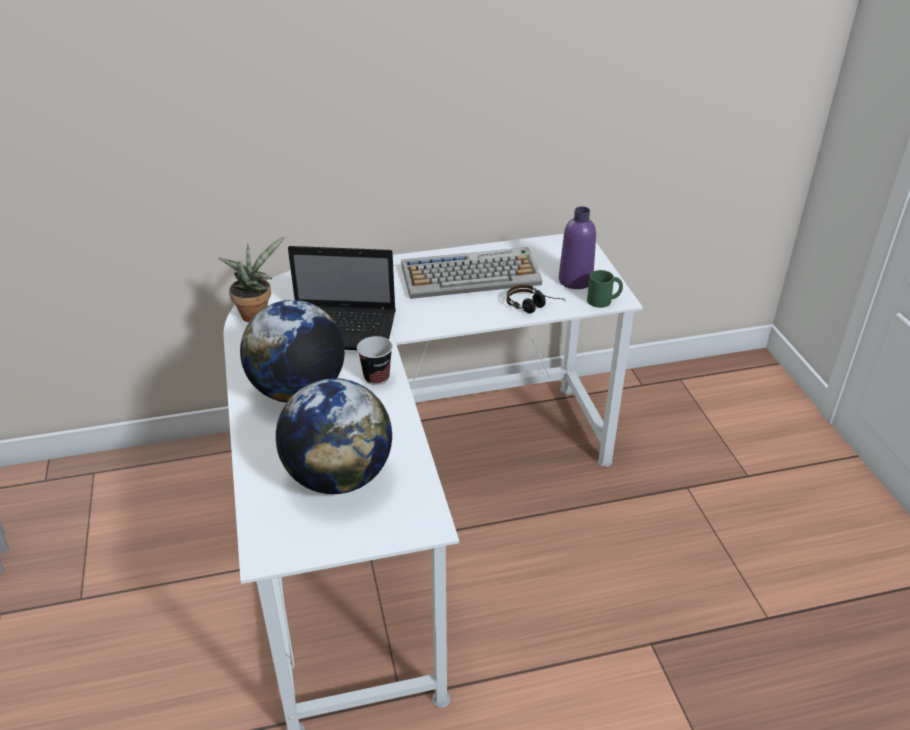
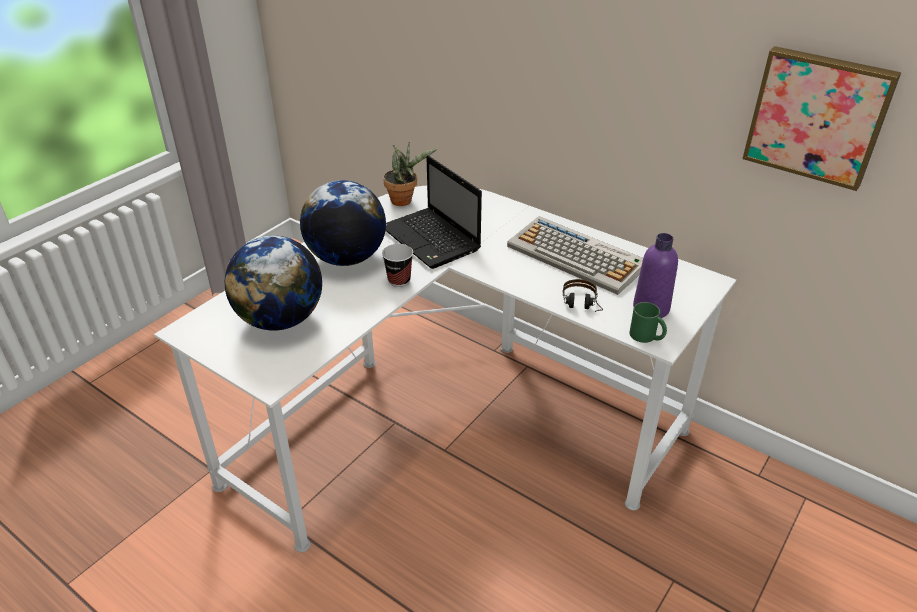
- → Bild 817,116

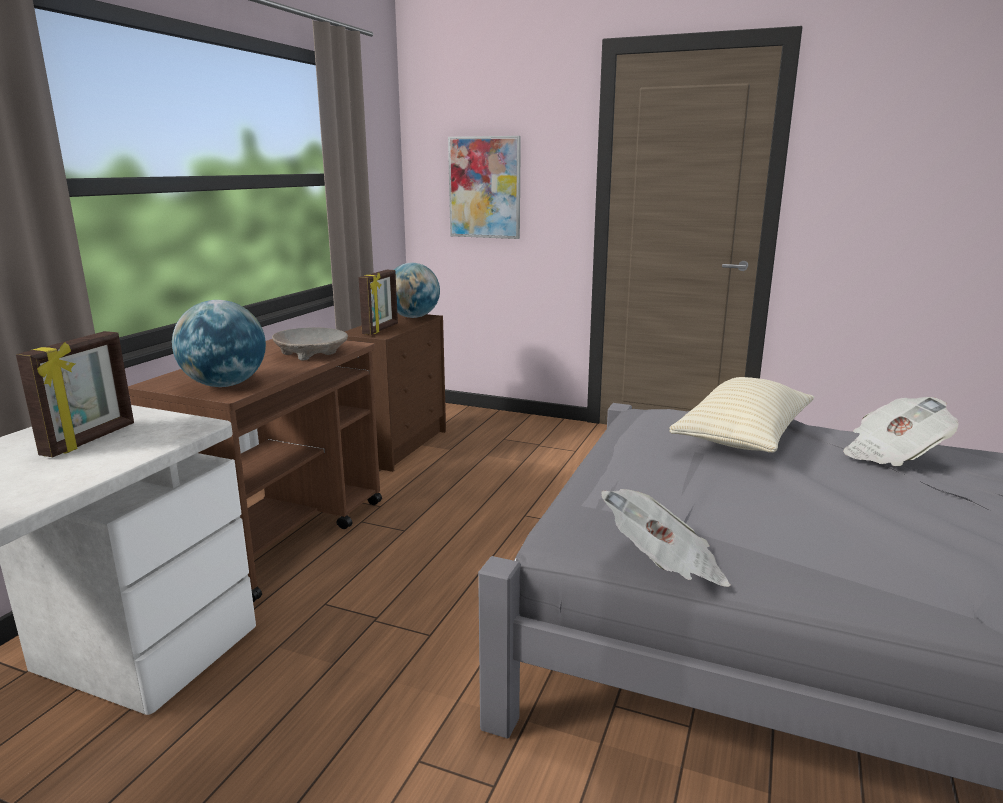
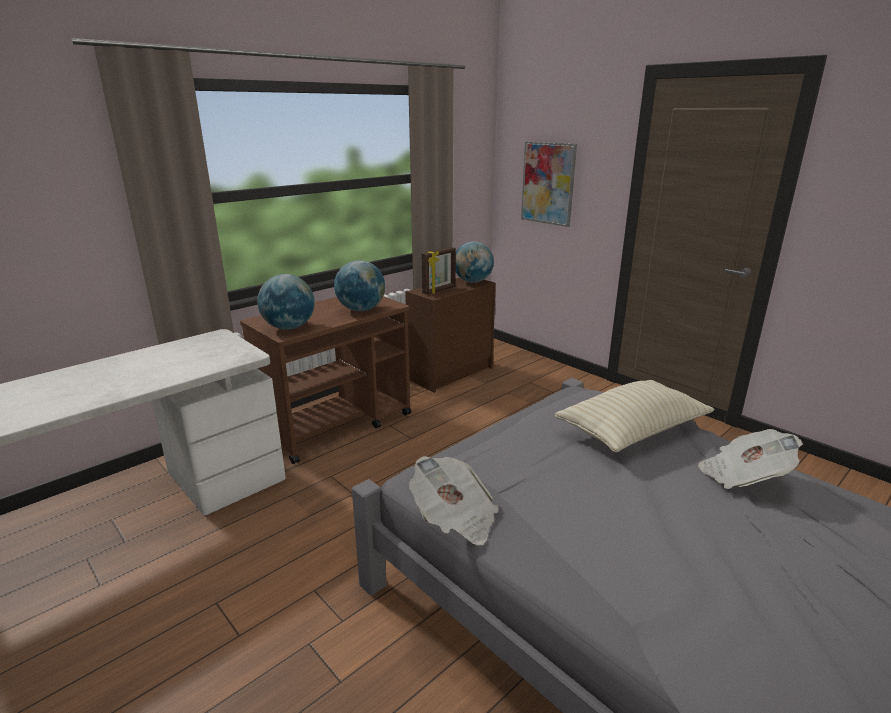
Bilderrahmen 90,440 → -
Schüssel (beige) 312,354 → Globus 361,310

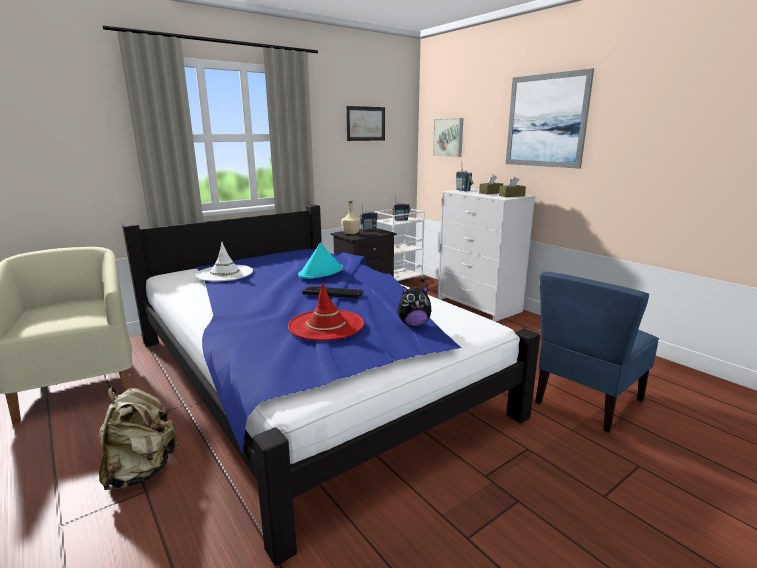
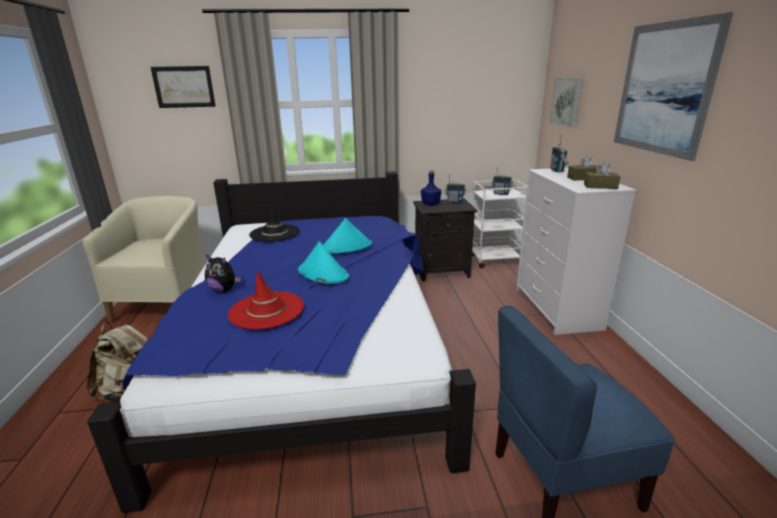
Bild 366,123 → Bild 184,87, moved
Plüschtier 413,324 → Plüschtier 224,289, moved
Tastatur 333,292 → Hut (türkis) 323,273
Hut (weiß) 225,273 → Hut (schwarz) 275,233
Flasche (beige) 351,233 → Flasche (blau) 431,204

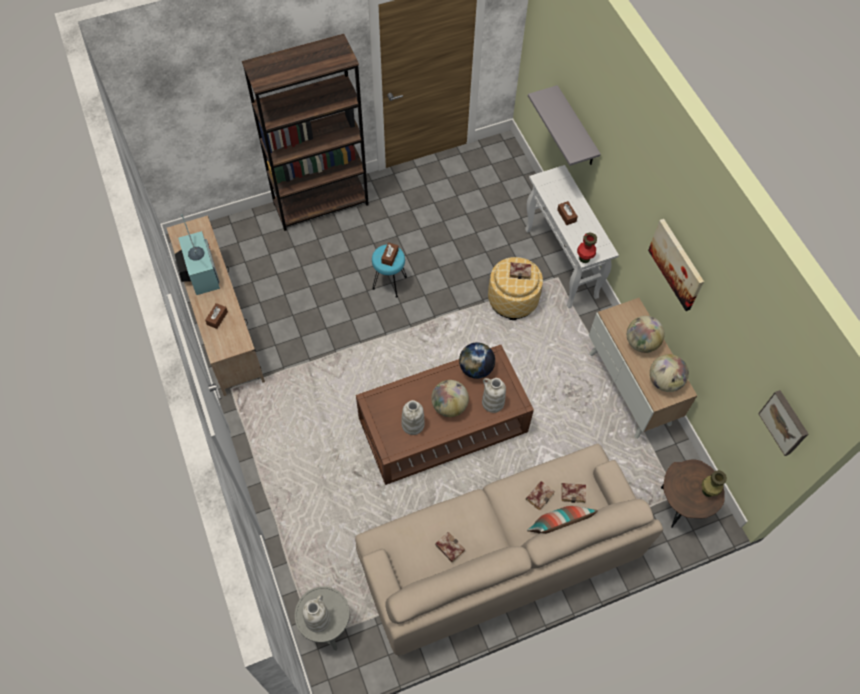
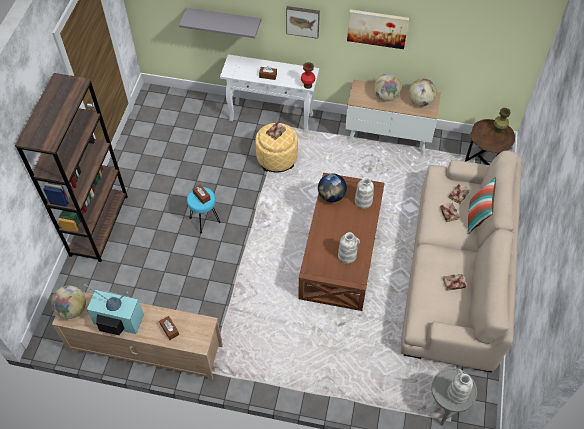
Globus 449,406 → Globus 72,309, moved
Bild 785,422 → Bild 303,21, moved

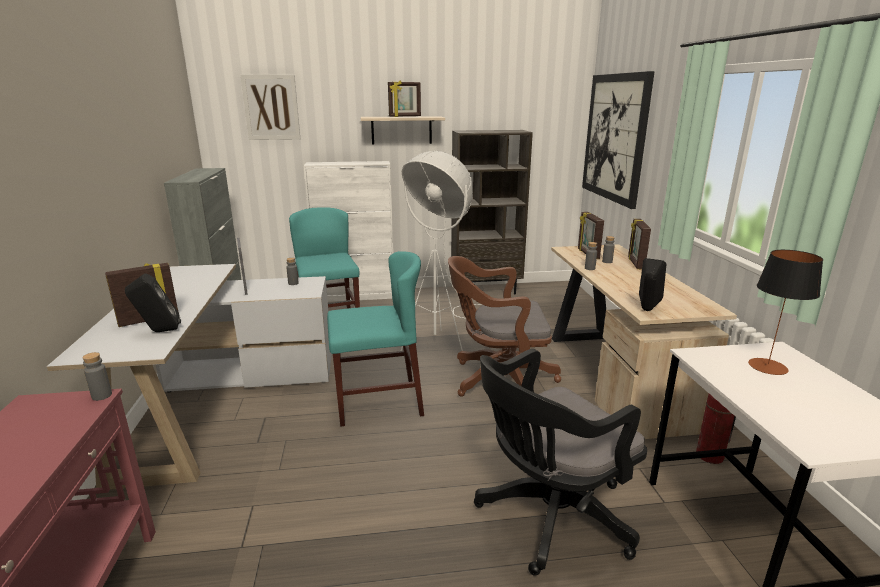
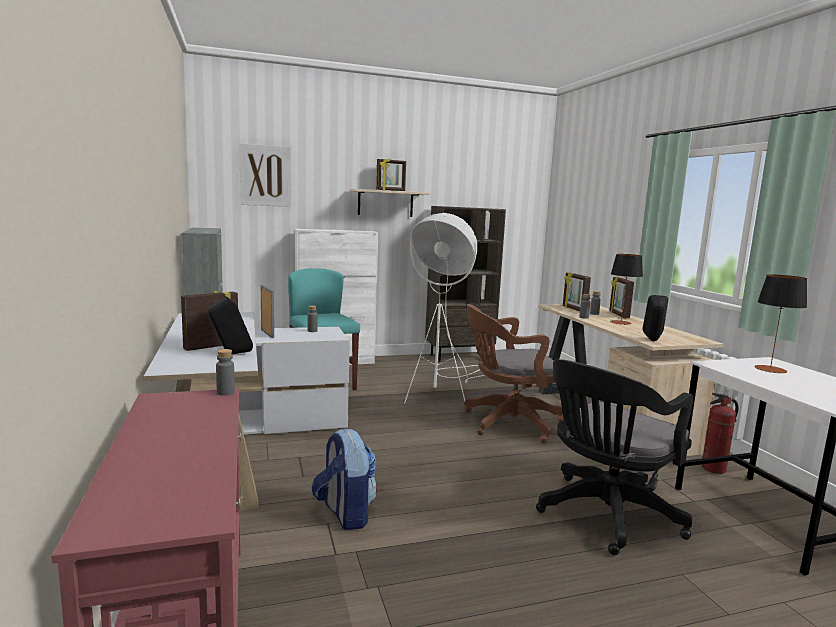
Stuhl (türkis) 378,402 → -
Bild 615,137 → -
- → Rucksack 344,514
- → Tischlampe 621,322

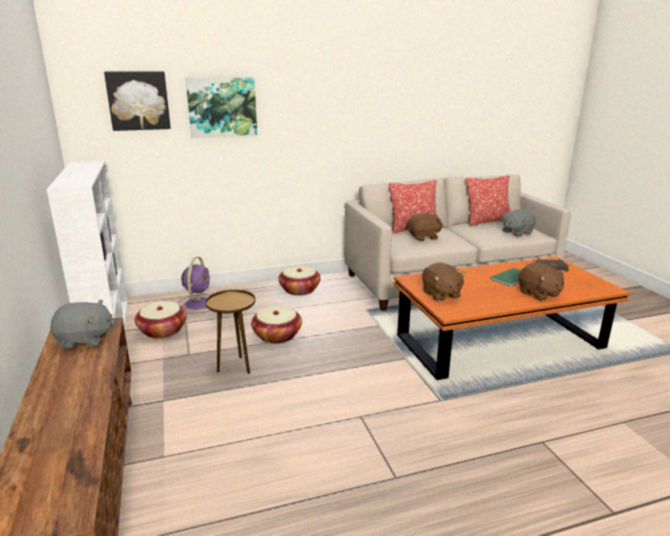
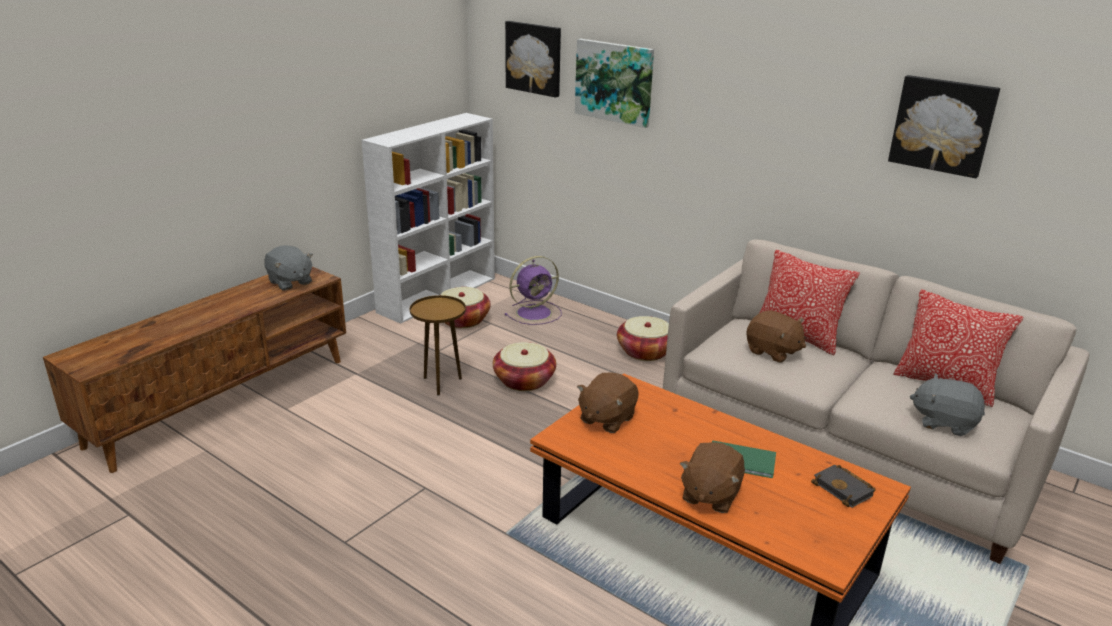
- → Bild 943,125

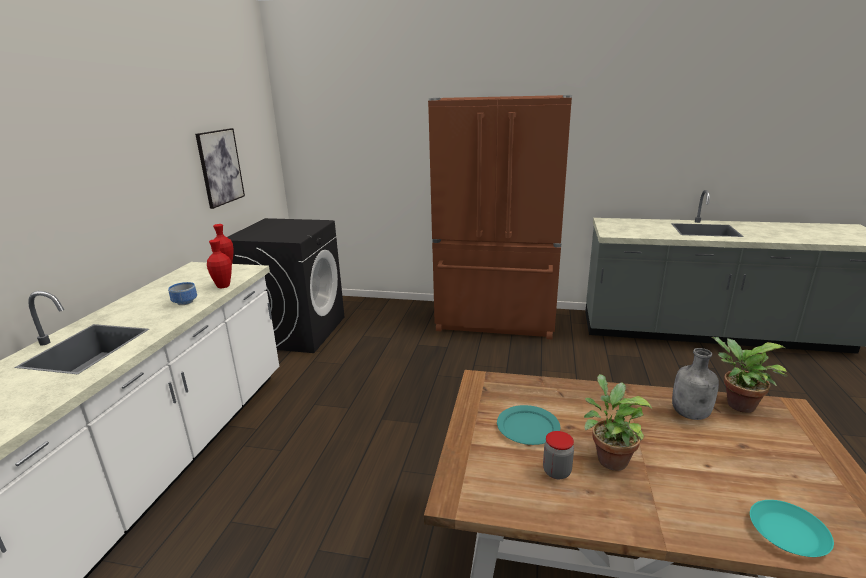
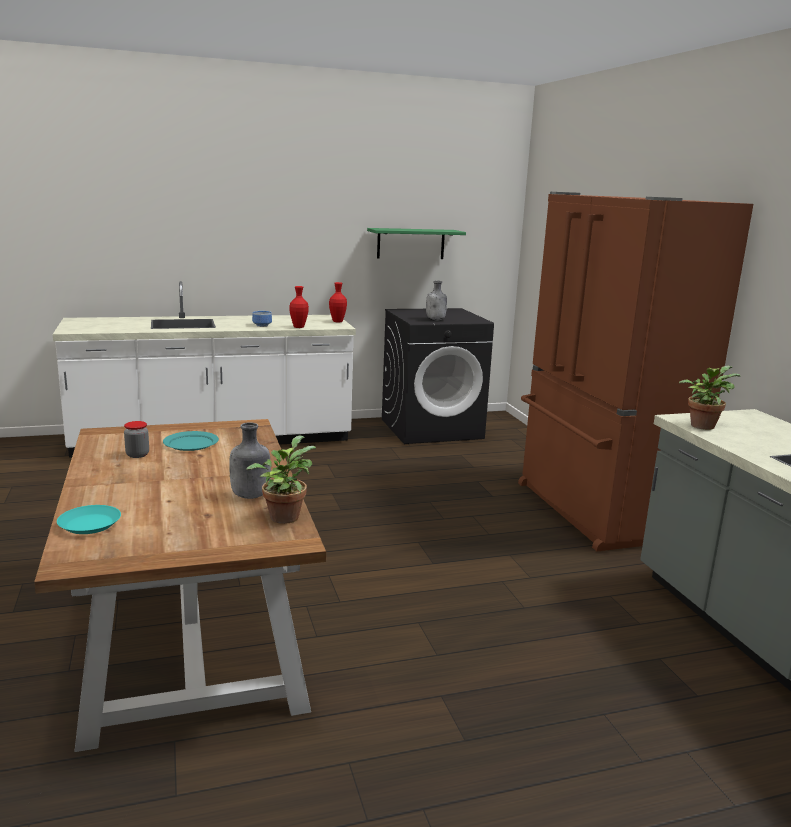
- → Flasche (grau) 436,320
Topfpflanze 609,458 → Topfpflanze 703,425, moved
Bild 220,167 → Wandregal (grün) 411,243

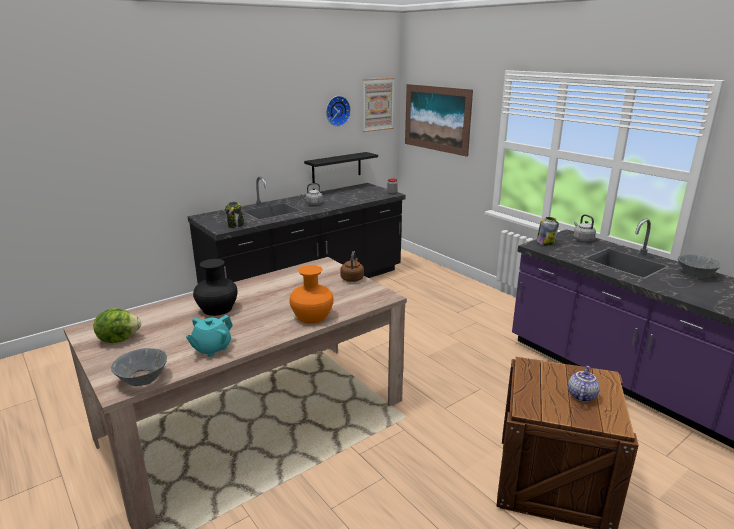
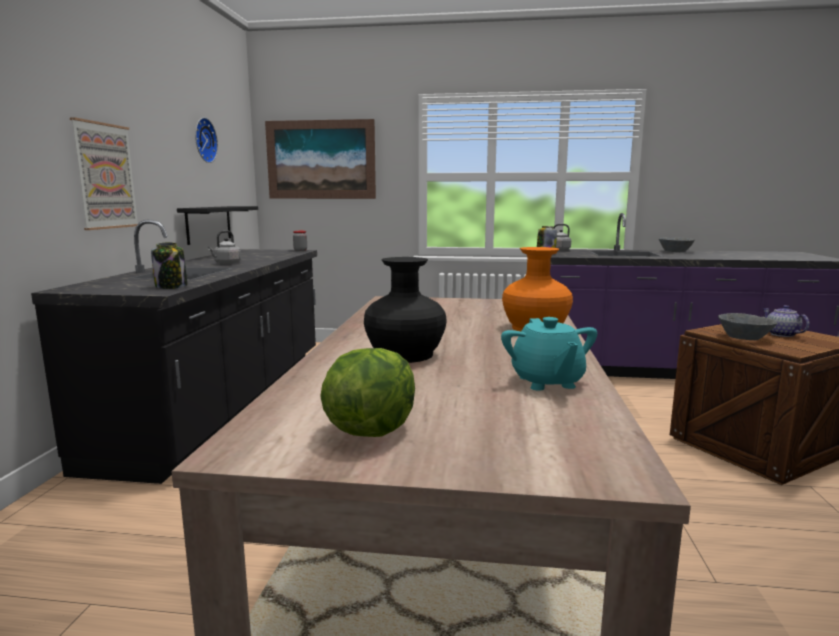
Wasserkessel (braun) 352,278 → -
Schüssel (grau) 142,379 → Schüssel (grau) 744,338, moved
Bild 377,104 → Bild 105,176, moved

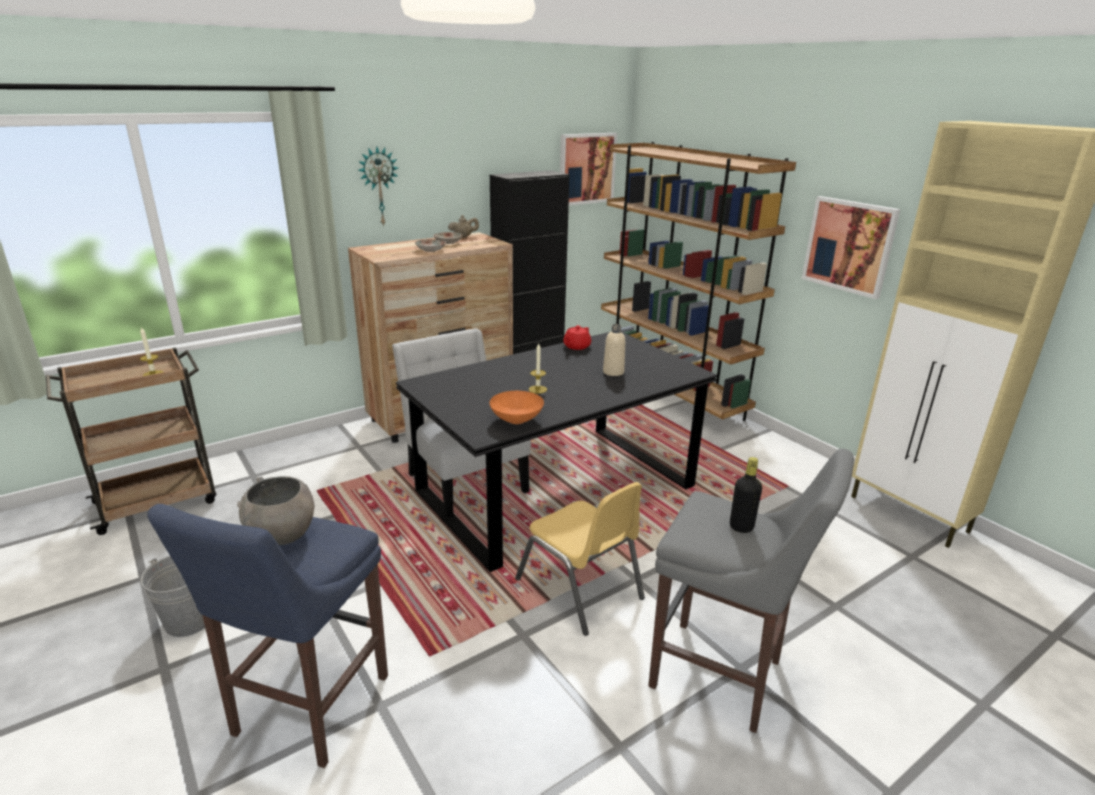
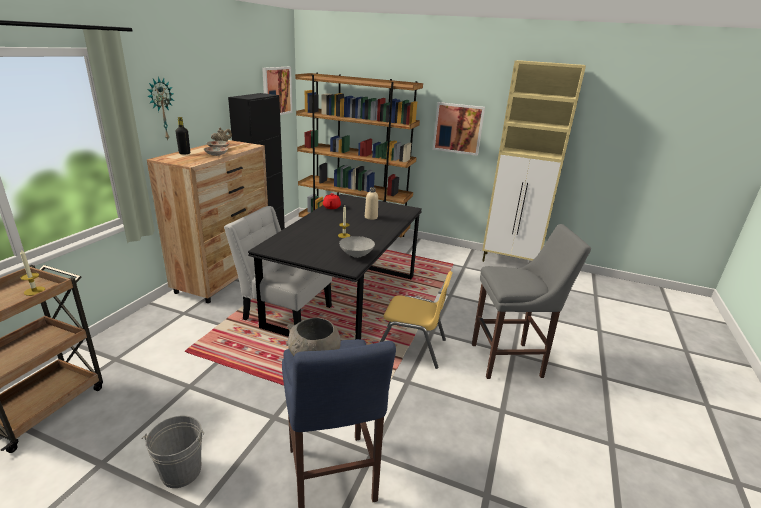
Flasche (schwarz) 741,527 → Flasche (schwarz) 184,153, moved
Schüssel (orange) 516,420 → Schüssel (grau) 357,255

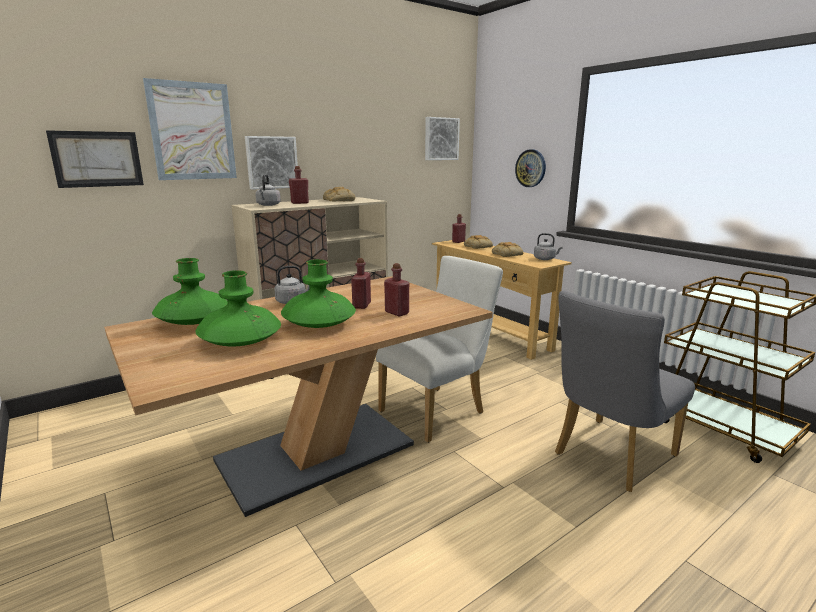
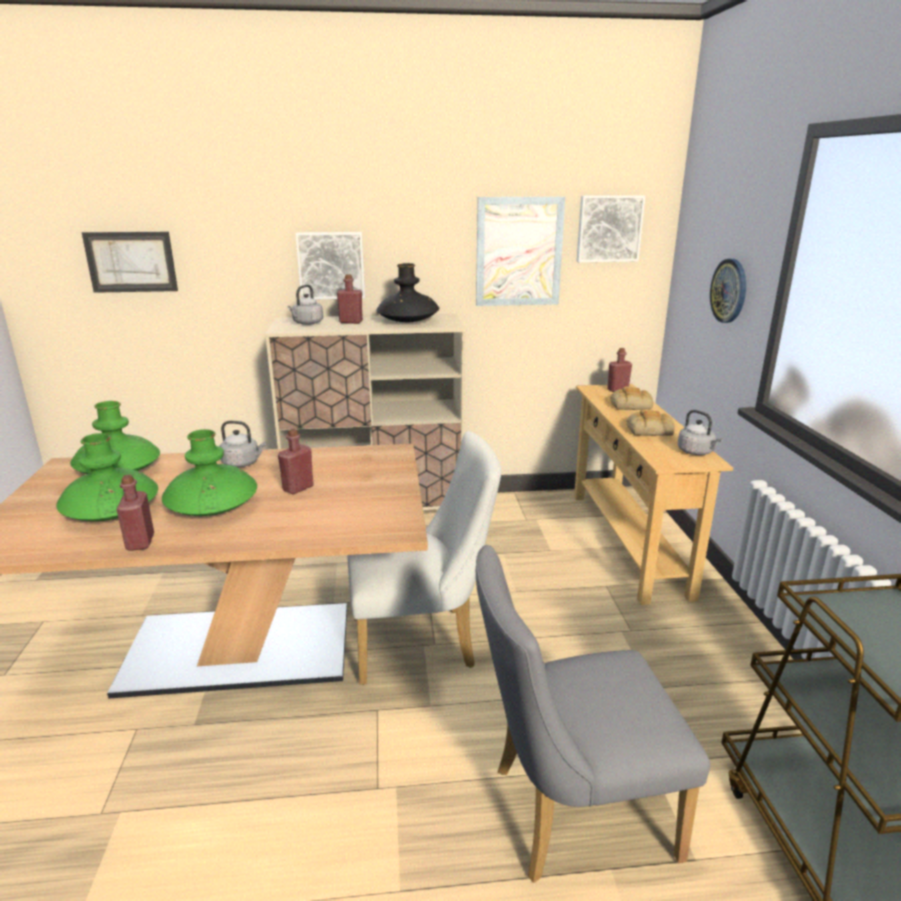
Bild 192,131 → Bild 519,252, moved
Flasche (rot) 397,313 → Flasche (rot) 140,542, moved
Brot 339,200 → Vase (schwarz) 408,321

